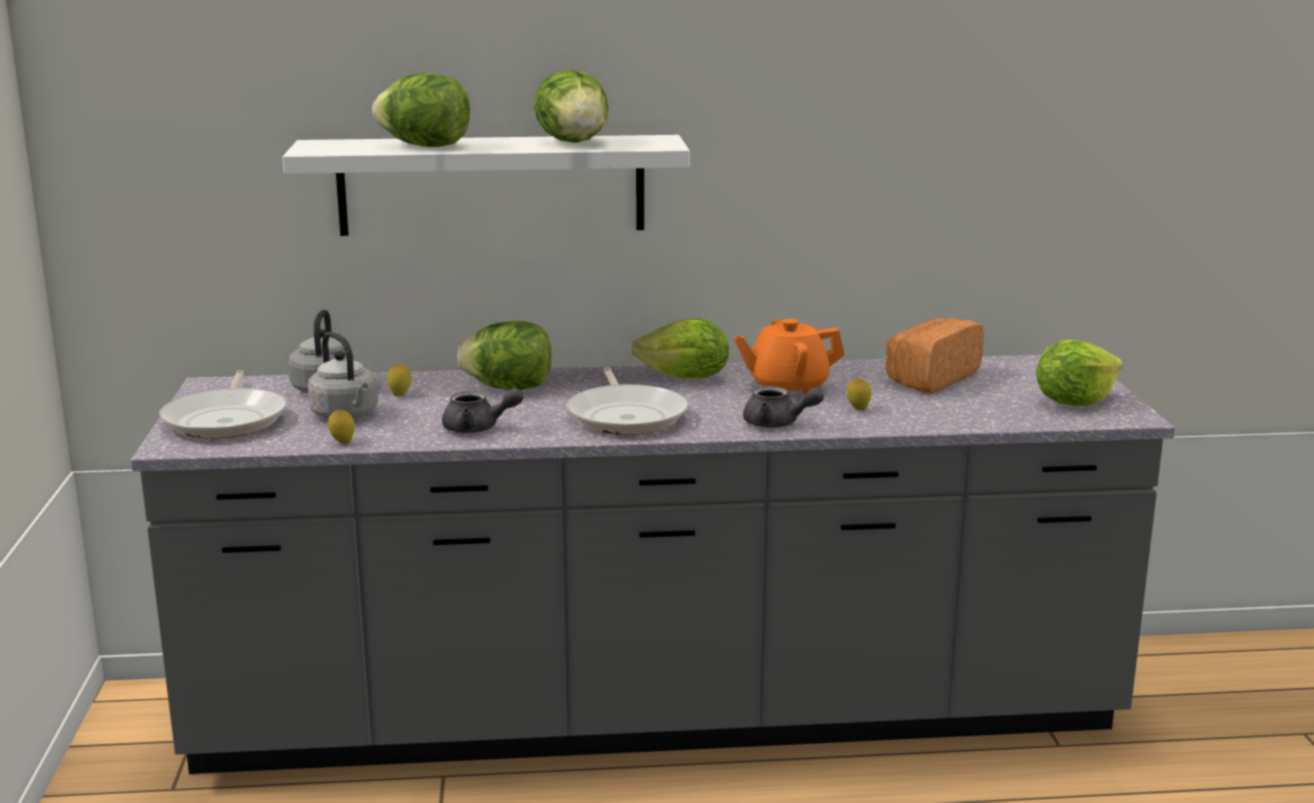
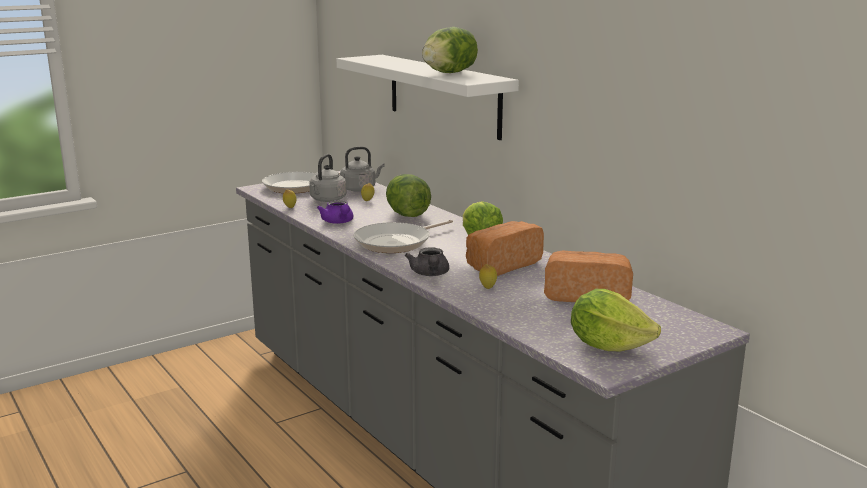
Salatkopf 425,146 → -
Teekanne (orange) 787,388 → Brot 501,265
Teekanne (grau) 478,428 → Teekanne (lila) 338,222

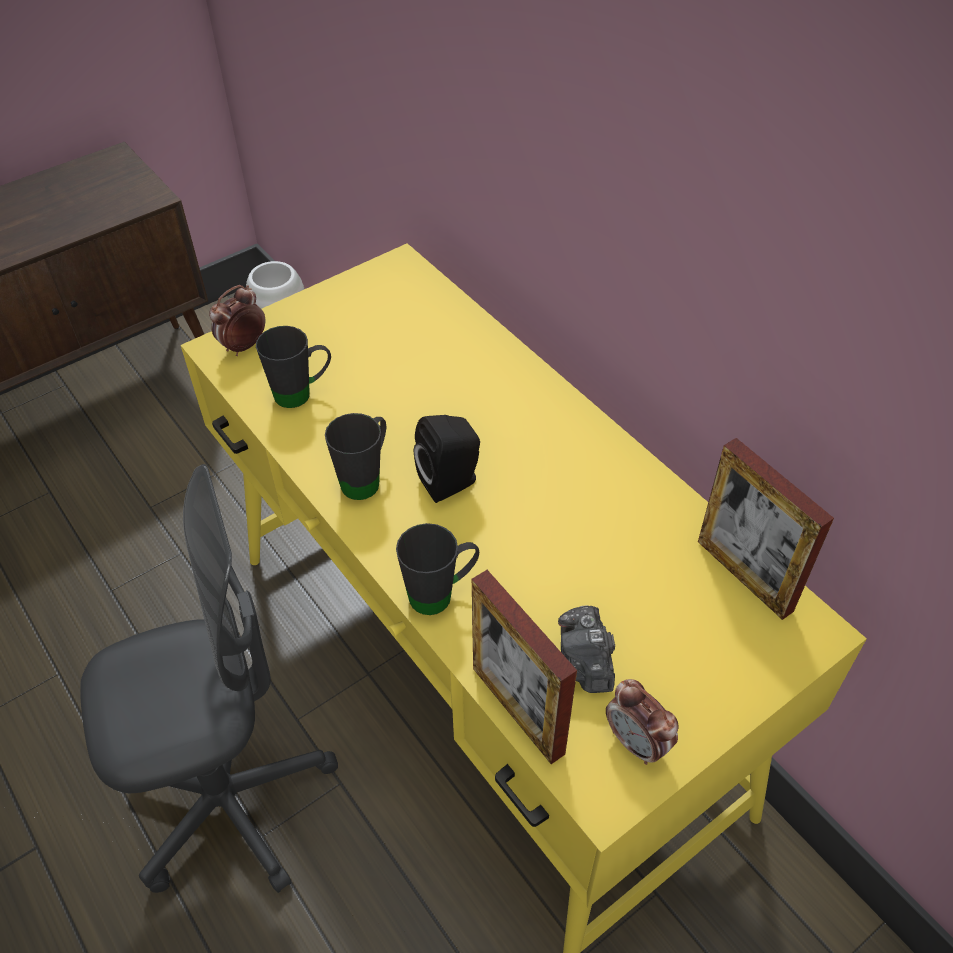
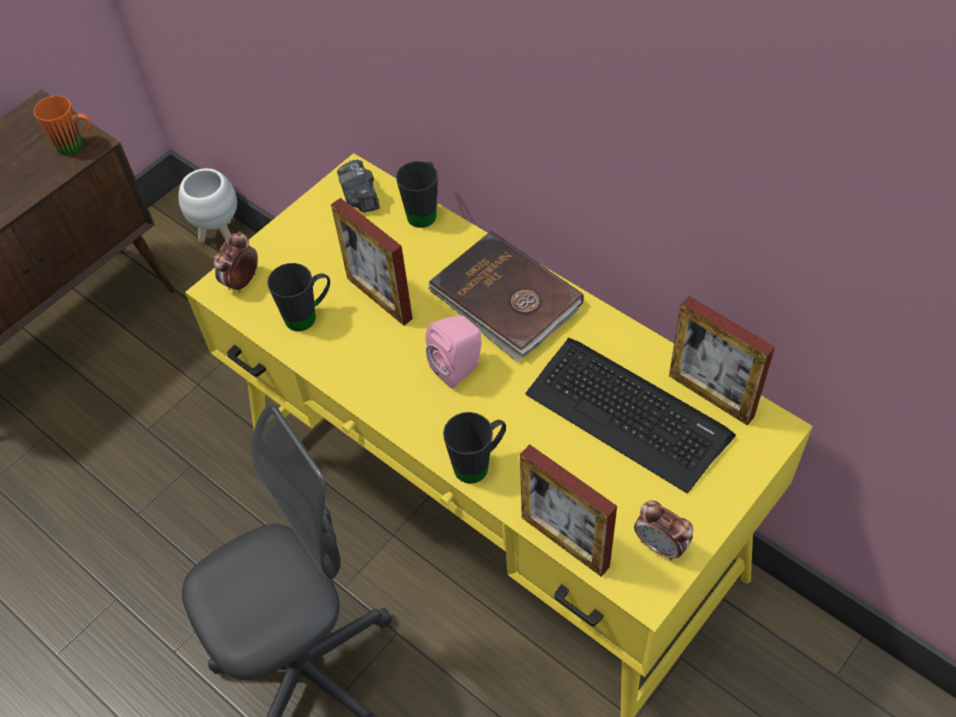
- → Henkelbecher (orange) 77,146
- → Bilderrahmen 379,298
- → Buch (braun) 505,300
- → Tastatur 627,413
Henkelbecher (schwarz) 366,478 → Henkelbecher (schwarz) 424,211, moved
Kamera 584,663 → Kamera 360,198, moved
Lautsprecher (schwarz) 452,482 → Lautsprecher (rosa) 459,367

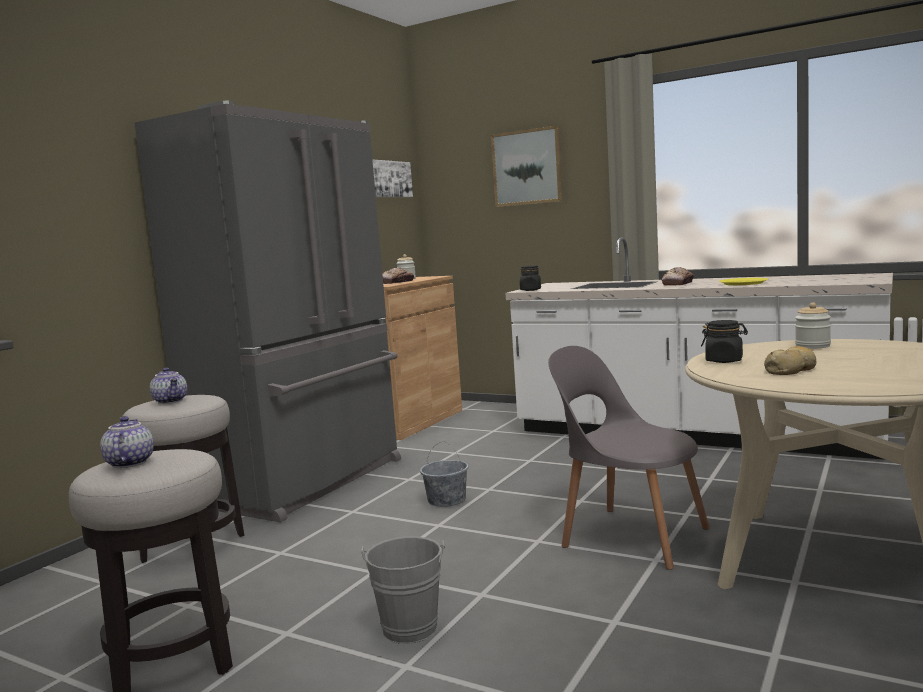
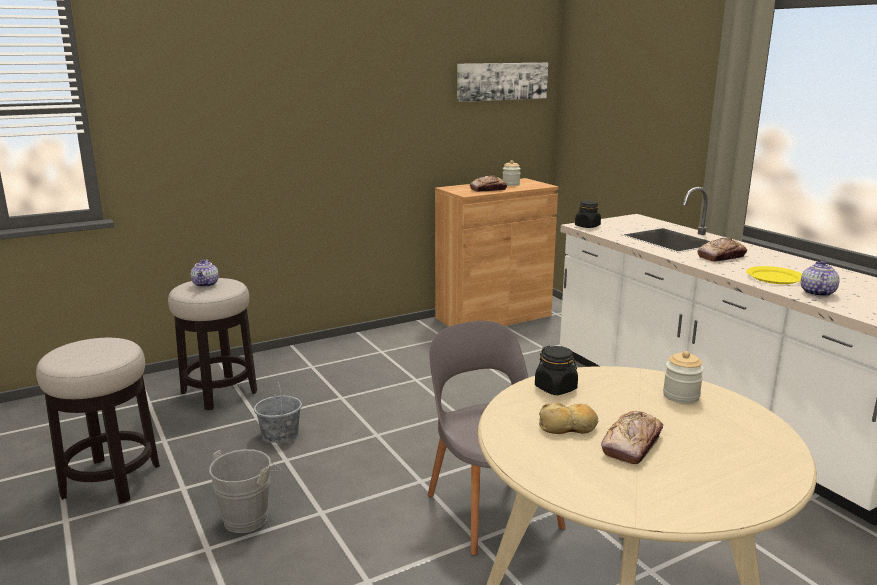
Kühlschrank (grau) 305,482 → -
Bild 527,167 → -
- → Brot 632,444
Teekanne 128,463 → Teekanne 816,293, moved
Eimer (grau) 446,500 → Eimer (grau) 280,434, moved

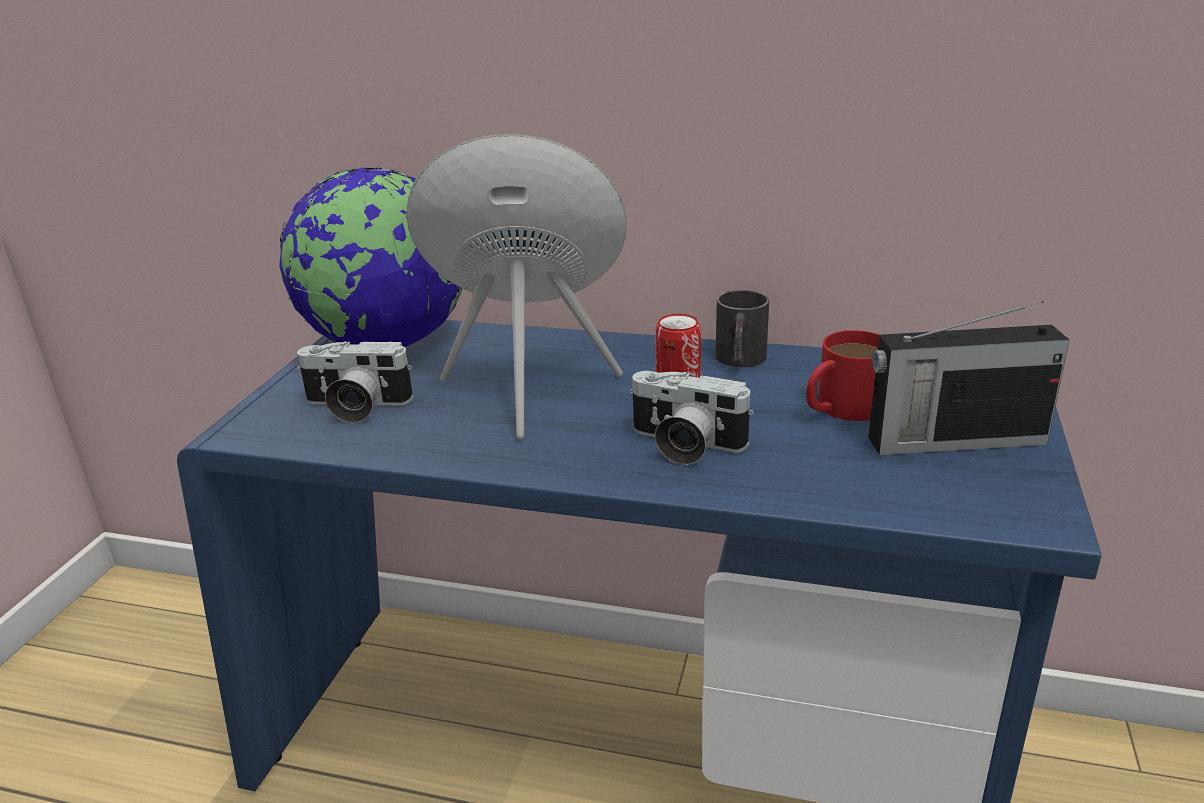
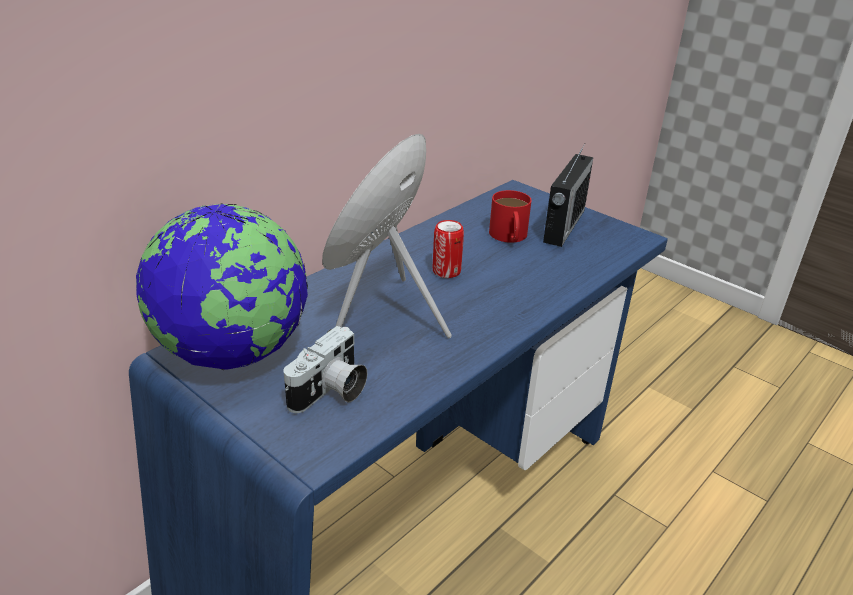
Kamera 683,445 → -
Henkelbecher (schwarz) 740,361 → -

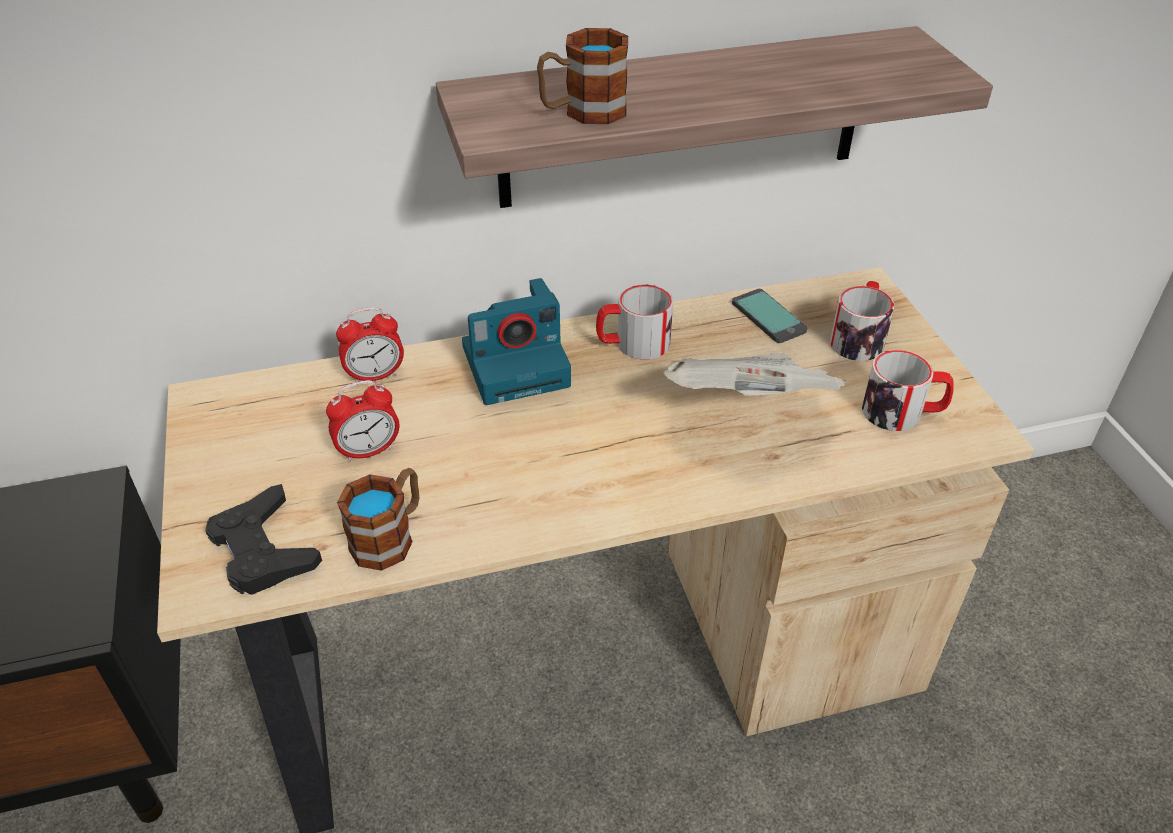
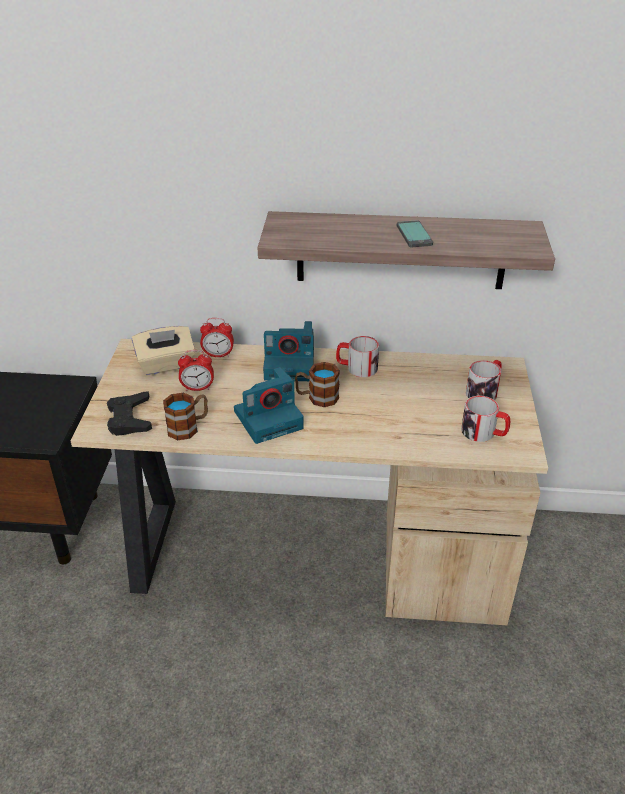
Zeitung 749,409 → -
- → Taschentuchbox (beige) 166,365
- → Kamera 269,419
Henkelbecher 583,112 → Henkelbecher 317,397, moved
Handy 769,317 → Handy 414,235, moved

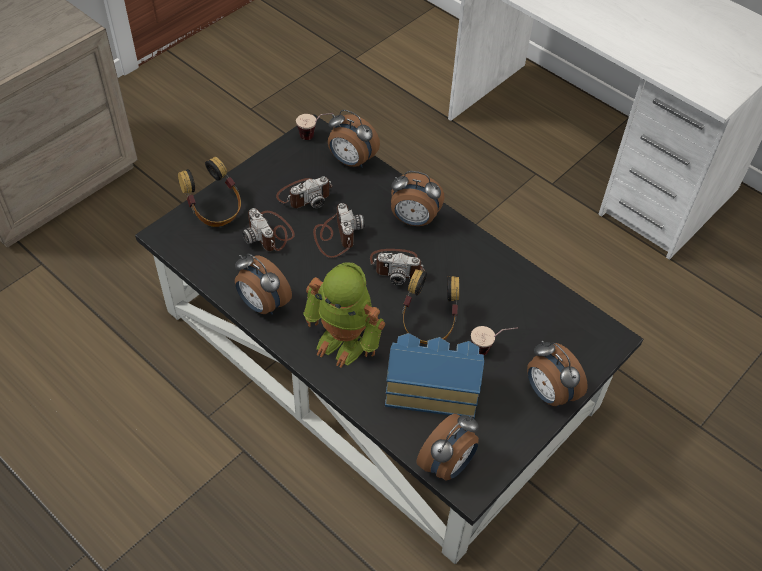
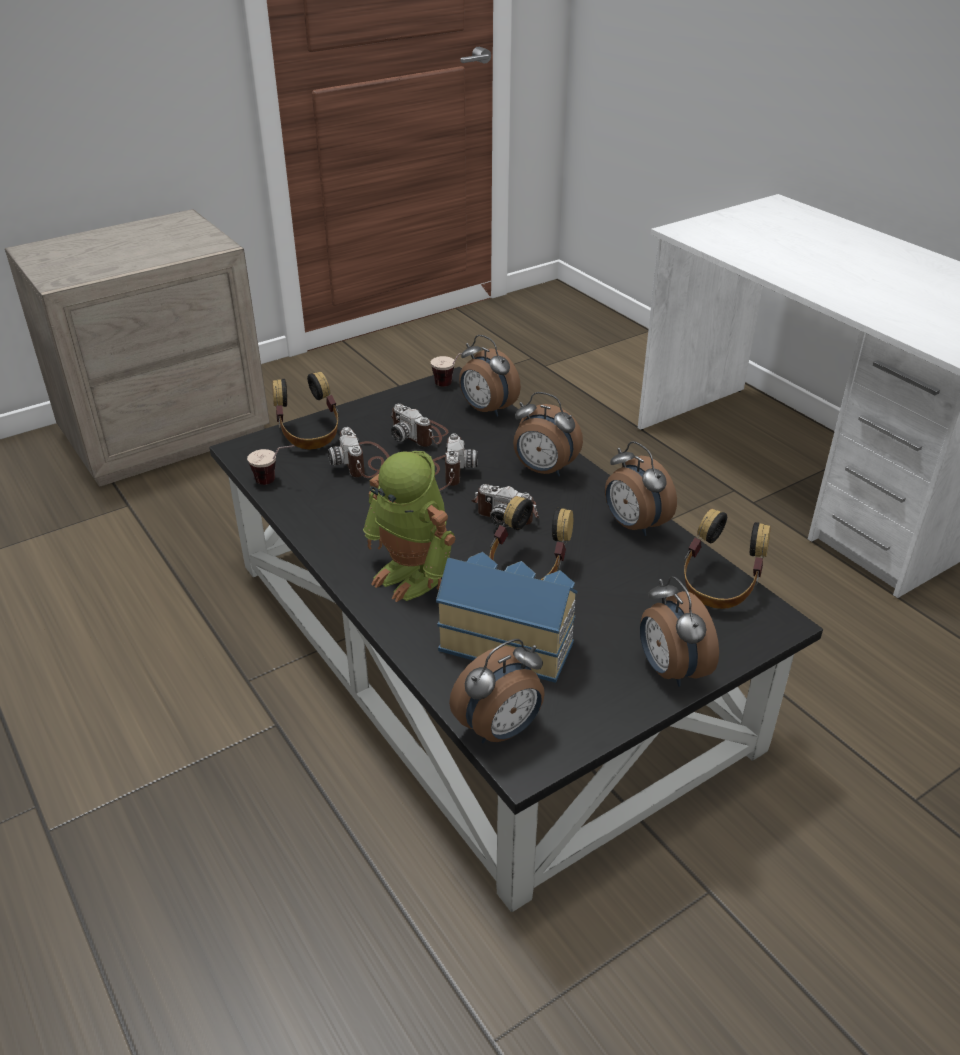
- → Kopfhörer 719,586
Wecker 262,305 → Wecker 633,525, moved
Tasse 490,350 → Tasse 276,481, moved
Kamera 304,195 → Kamera 419,433, 60 degrees clockwise

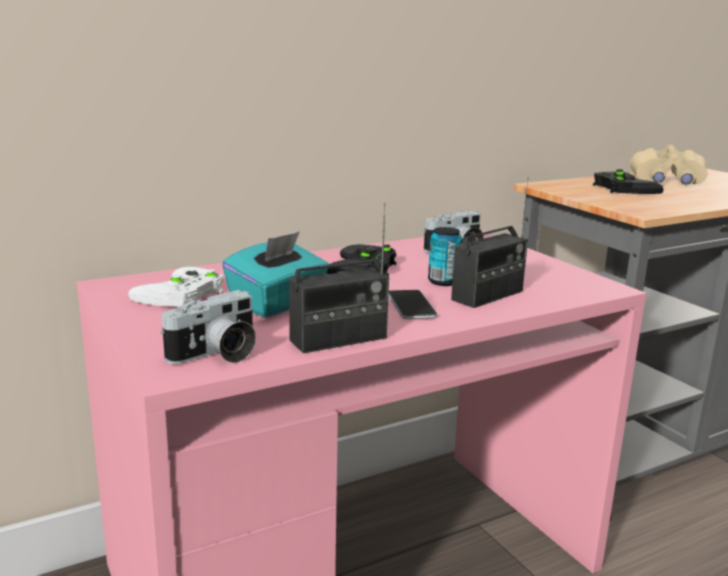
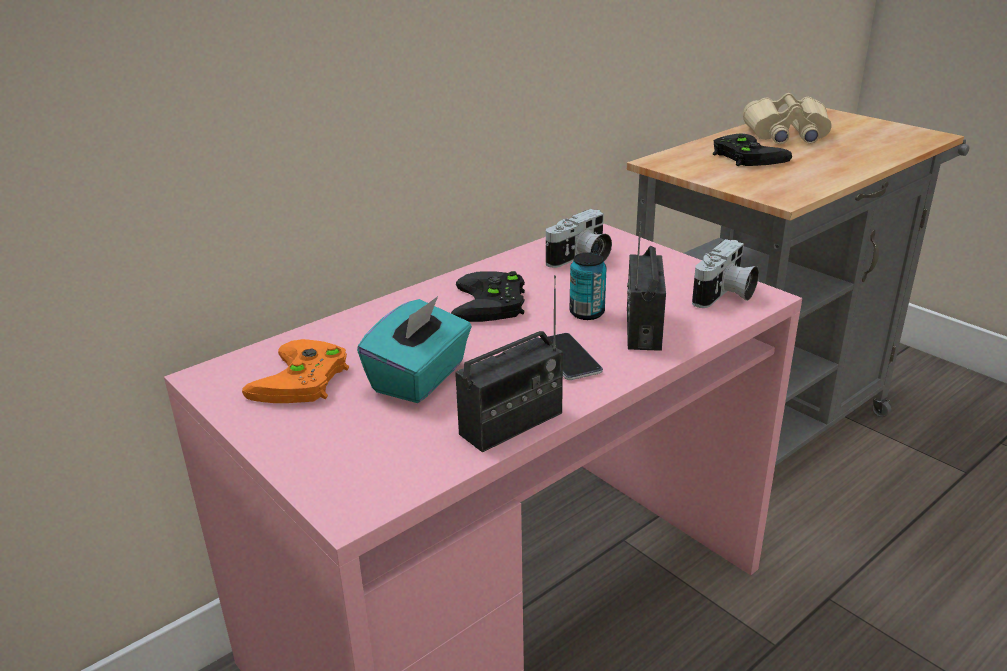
Kamera 217,354 → Kamera 725,295, moved
Gamepad (weiß) 181,295 → Gamepad (orange) 302,381
Radio 488,295 → Radio 642,328, 150 degrees clockwise

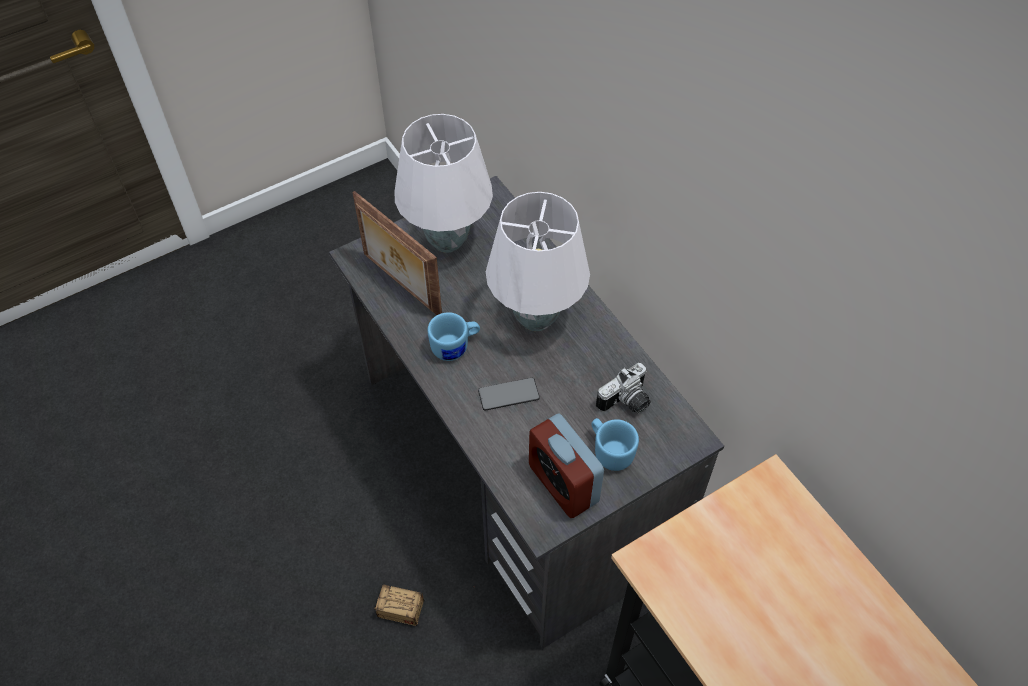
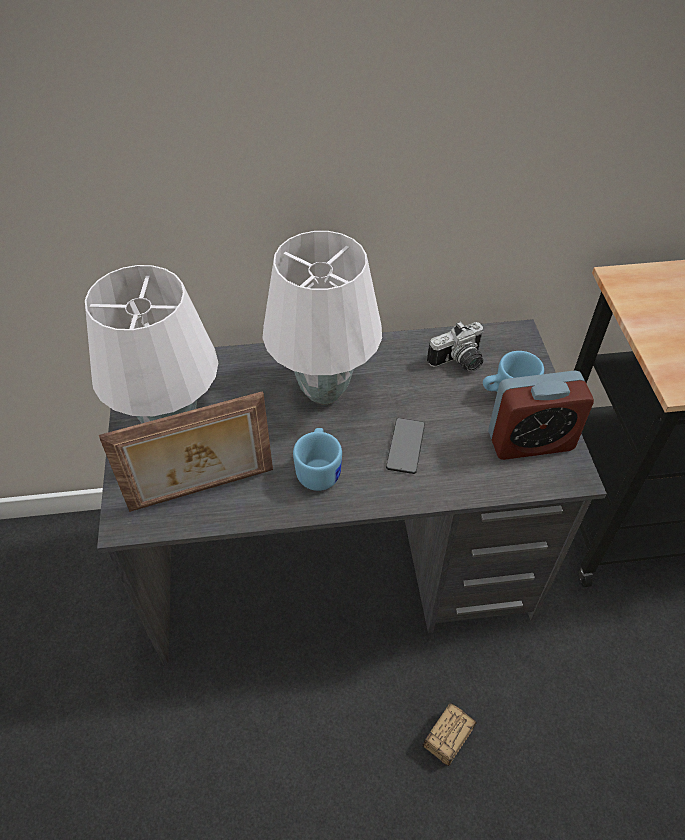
Kamera 627,402 → Kamera 459,362, 75 degrees clockwise

